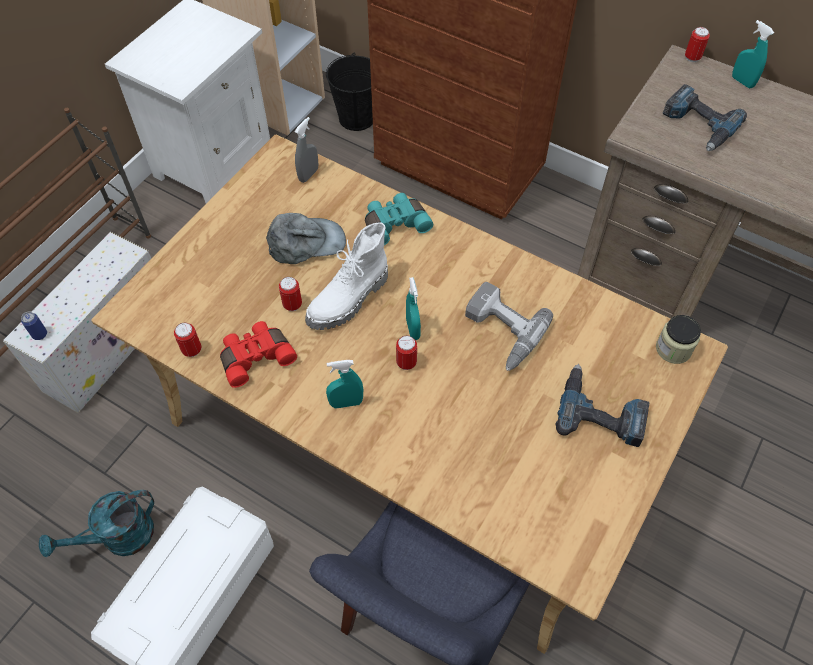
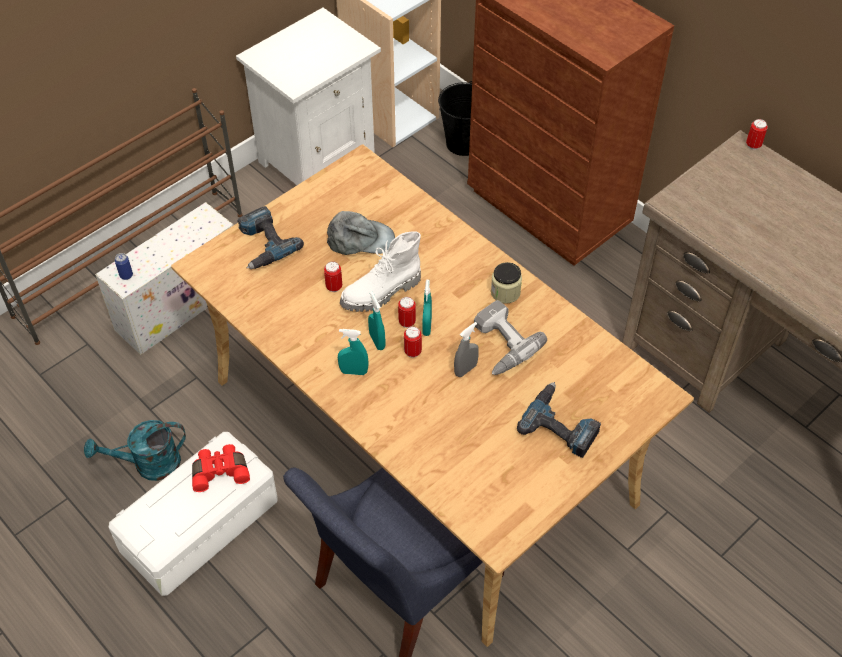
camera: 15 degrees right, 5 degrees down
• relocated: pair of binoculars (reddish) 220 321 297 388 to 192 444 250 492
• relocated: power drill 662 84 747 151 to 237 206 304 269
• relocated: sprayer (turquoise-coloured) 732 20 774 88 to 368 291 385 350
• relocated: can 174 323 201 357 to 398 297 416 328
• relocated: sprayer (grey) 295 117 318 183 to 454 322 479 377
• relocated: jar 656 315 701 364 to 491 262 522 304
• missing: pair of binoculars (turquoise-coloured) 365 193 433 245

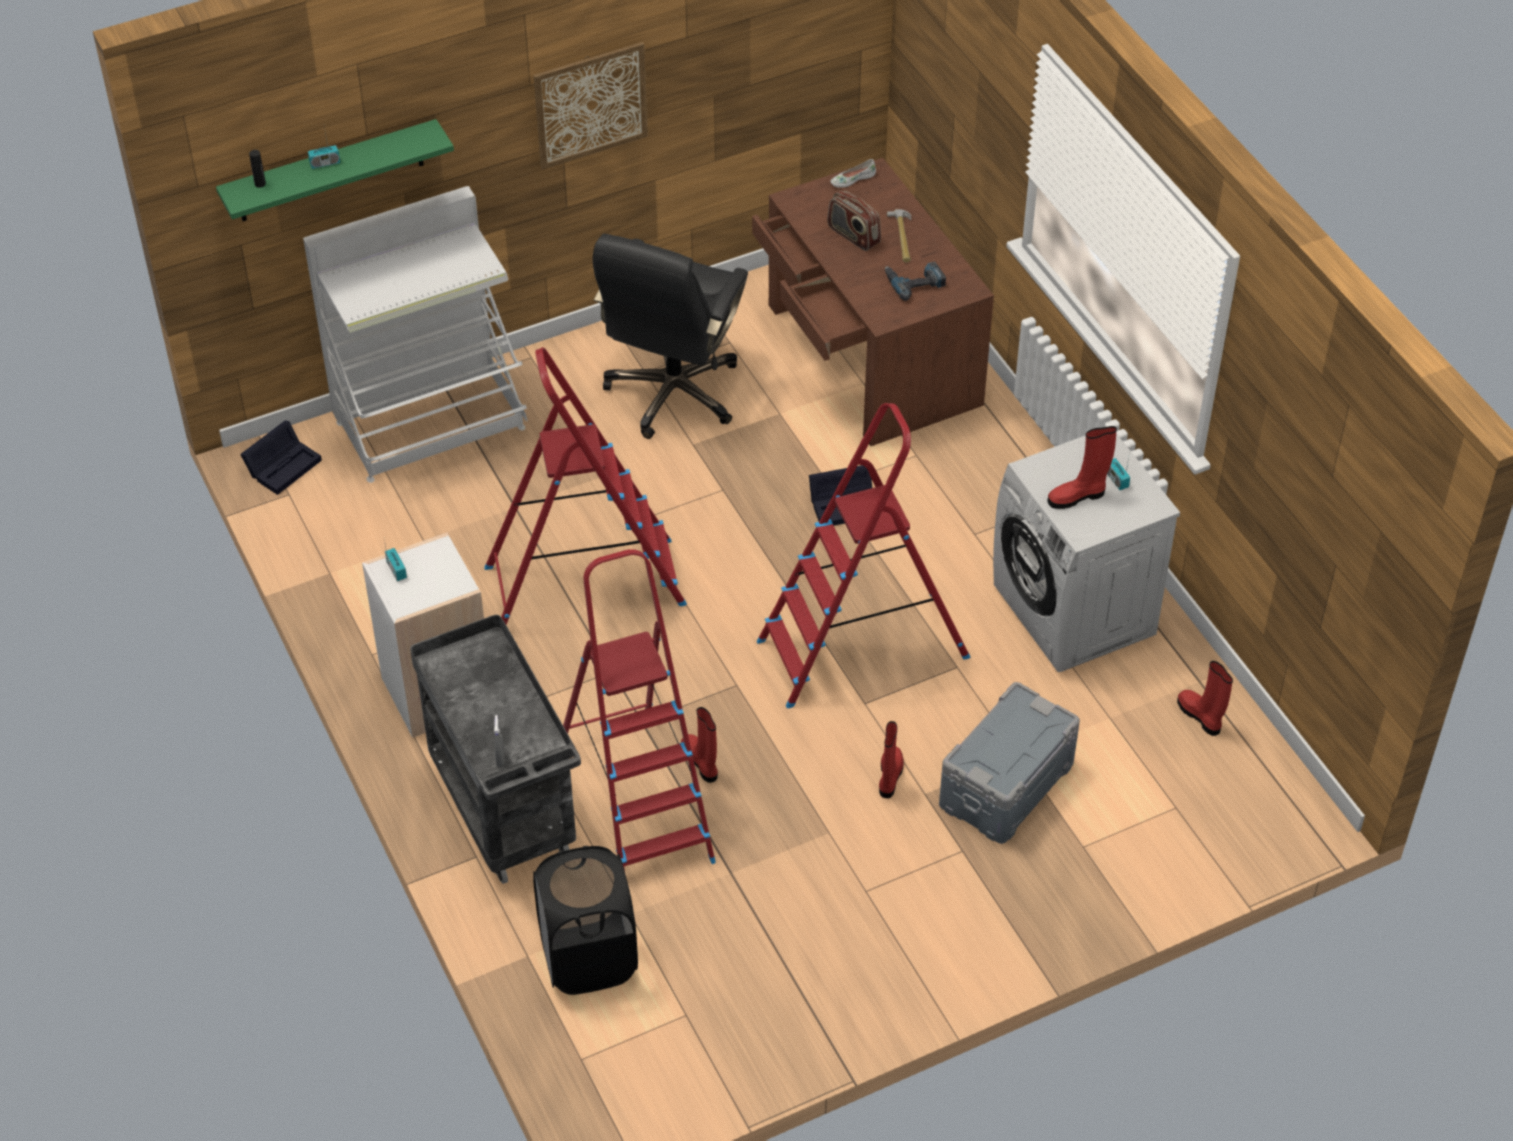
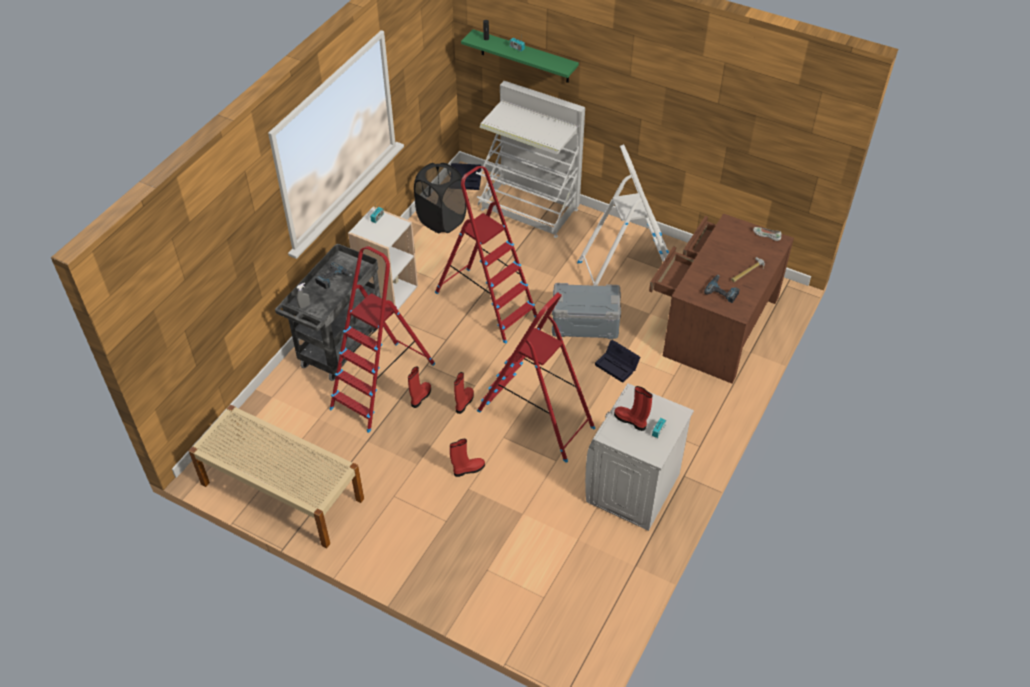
camera: 55 degrees right, 0 degrees up
• appeared: indoor bench (sand-coloured) 189 404 364 548
• appeared: power drill 315 262 353 289
• relocated: washing basket (black-coloured) 533 846 638 995 to 414 163 466 233
• relocated: high-top boot (reddish) 1177 661 1233 736 to 454 372 474 414
• relocated: storage box (grey) 939 682 1080 844 to 552 283 621 339
• exchanged: computer chair (black-coloured) 593 234 748 439 to step ladder (whitish) 577 144 669 286
• missing: wall art 534 42 648 170
• missing: radio 827 191 881 251

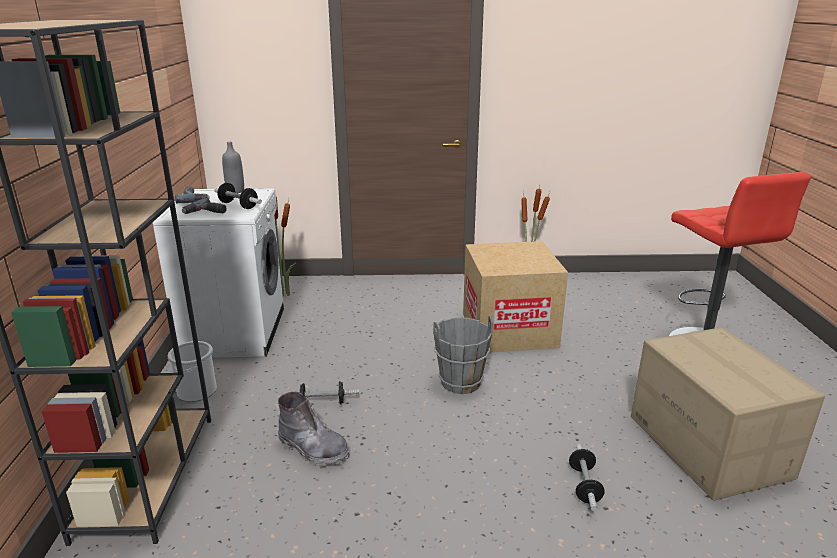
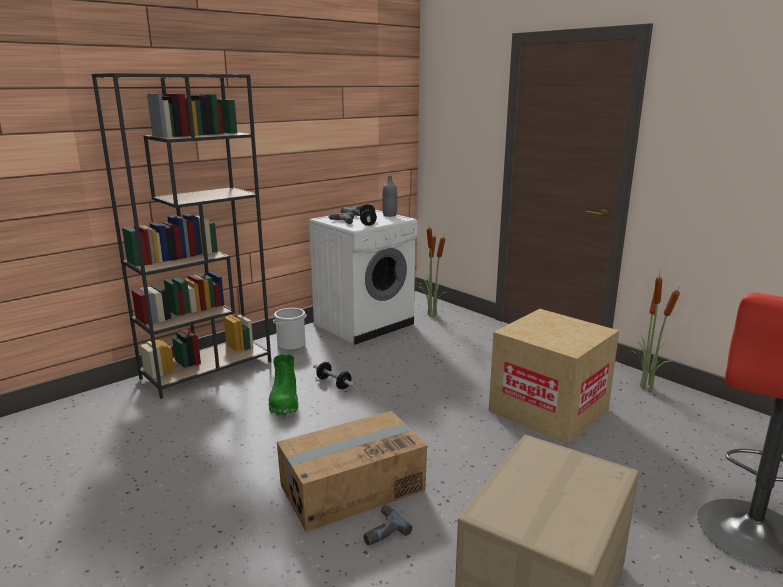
camera: 50 degrees right, 5 degrees down
• colour: high-top boot (grey) 278 392 349 467 to high-top boot (greenish) 268 354 298 416
• appeared: cardboard box 277 411 427 532
• exchanged: dumbbell 569 444 605 511 to power drill 364 505 413 545
• missing: pail (grey) 433 316 493 394

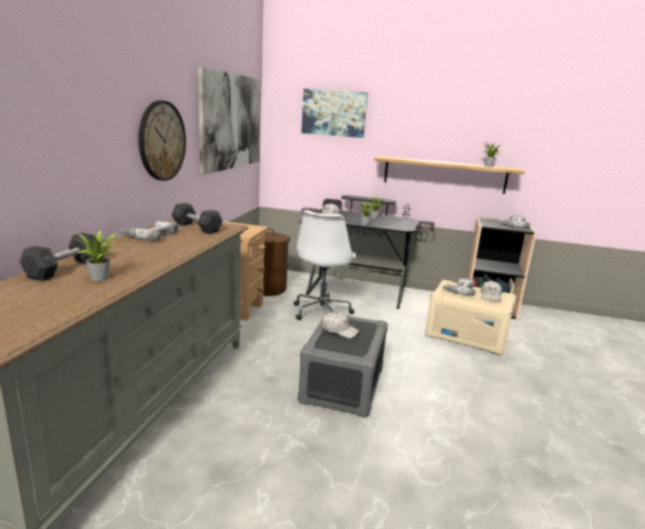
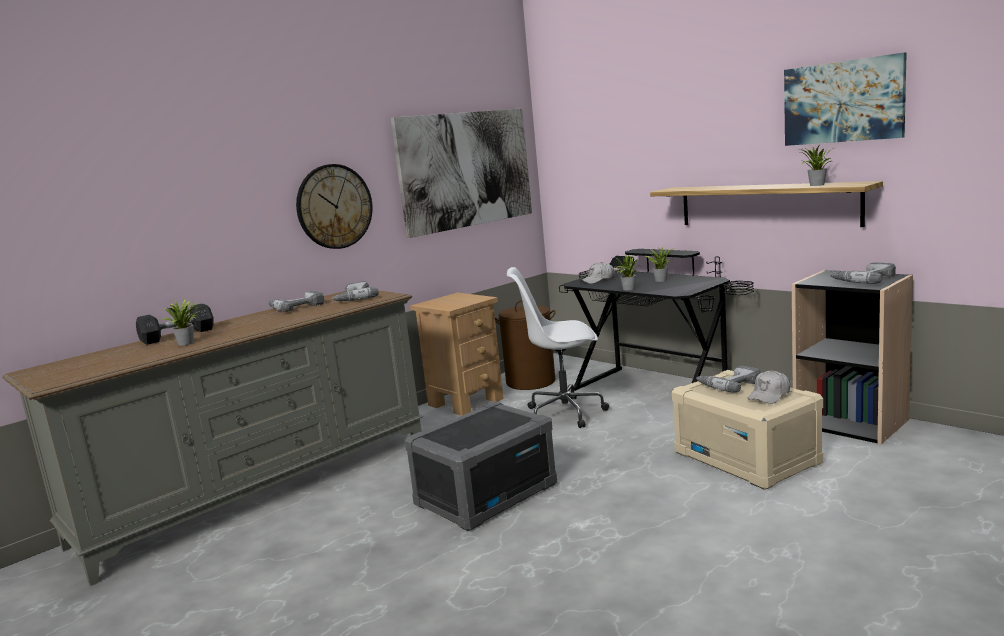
camera: 35 degrees right, 5 degrees down
• exchanged: dumbbell (grey) 172 203 223 234 to power drill 332 281 379 301
• spun: computer chair (whitish) 293 210 356 320 = 507 267 609 428 45 degrees clockwise
• relocated: wall art 301 89 368 138 to 784 52 907 146
• missing: peaked cap (whitish) 321 312 359 338

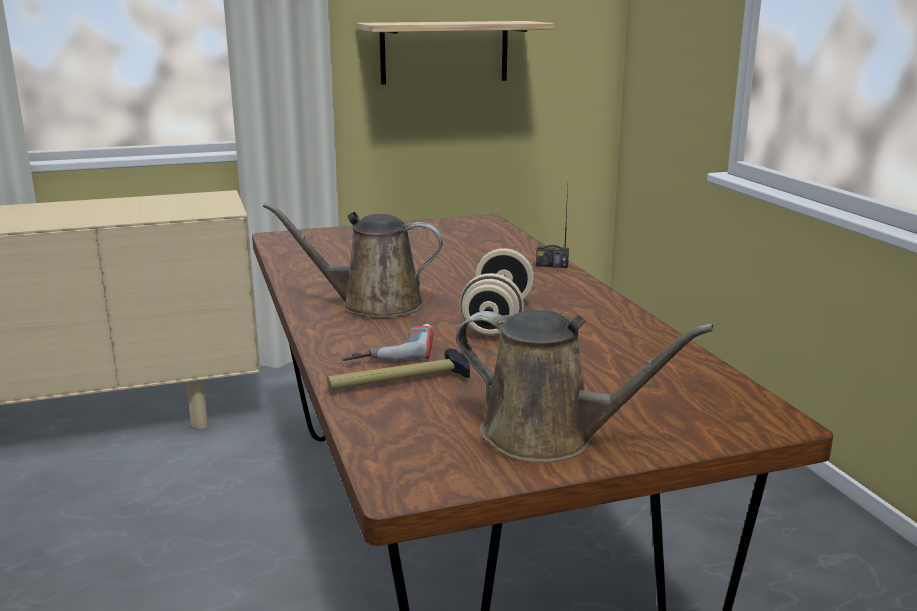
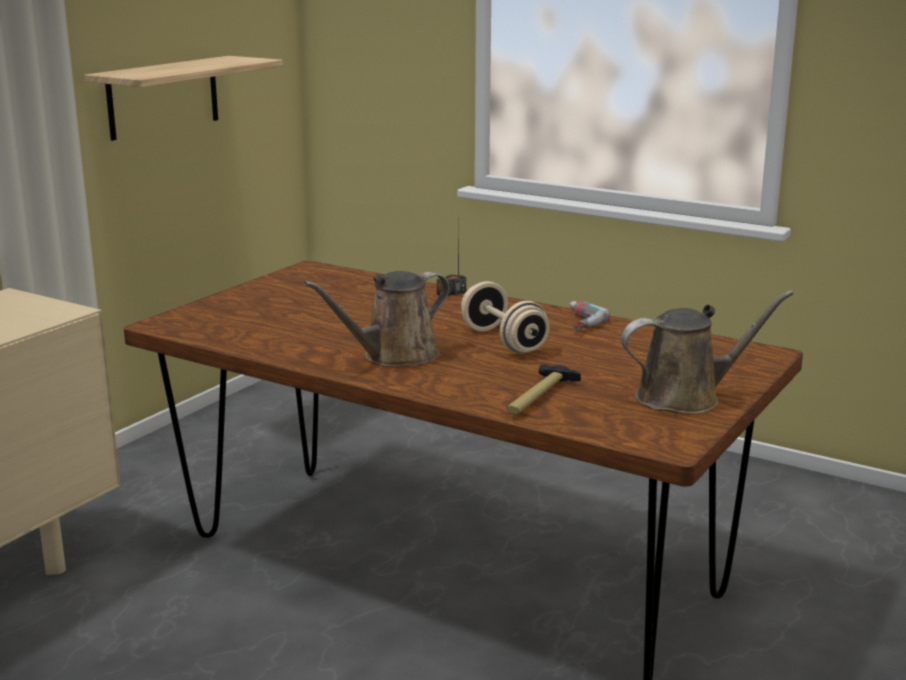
camera: 40 degrees left, 0 degrees up
• relocated: power drill 342 324 434 361 to 569 301 610 333

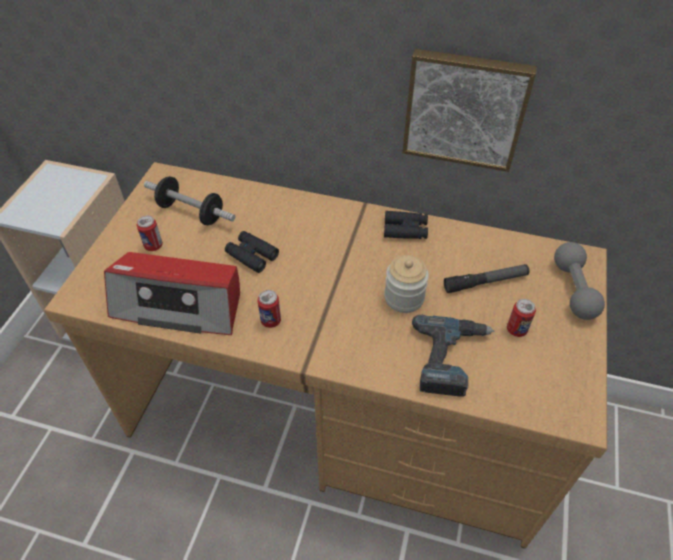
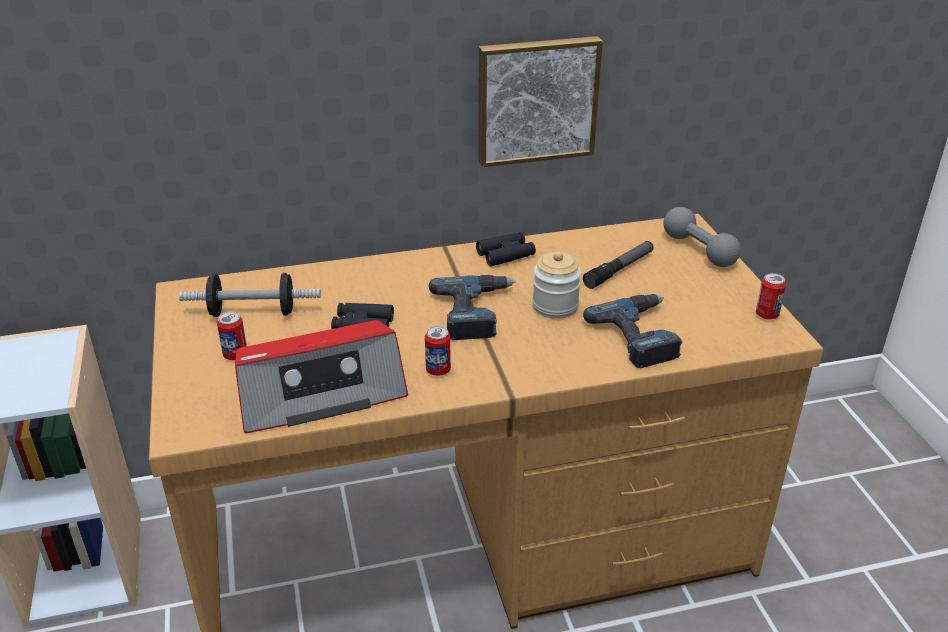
camera: 30 degrees left, 15 degrees down
• appeared: power drill 429 275 516 340
• relocated: can 507 299 536 337 to 756 273 786 320

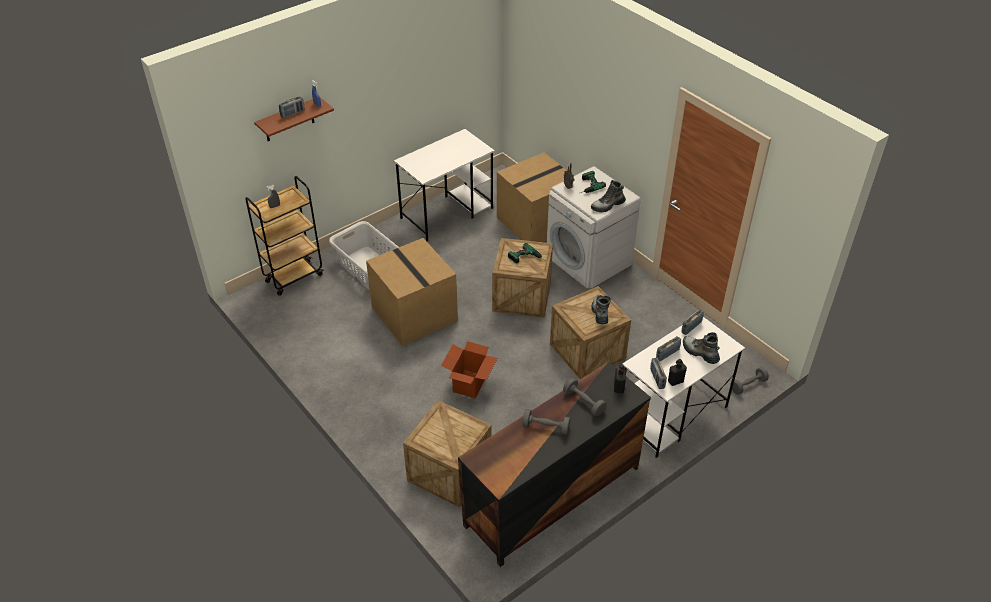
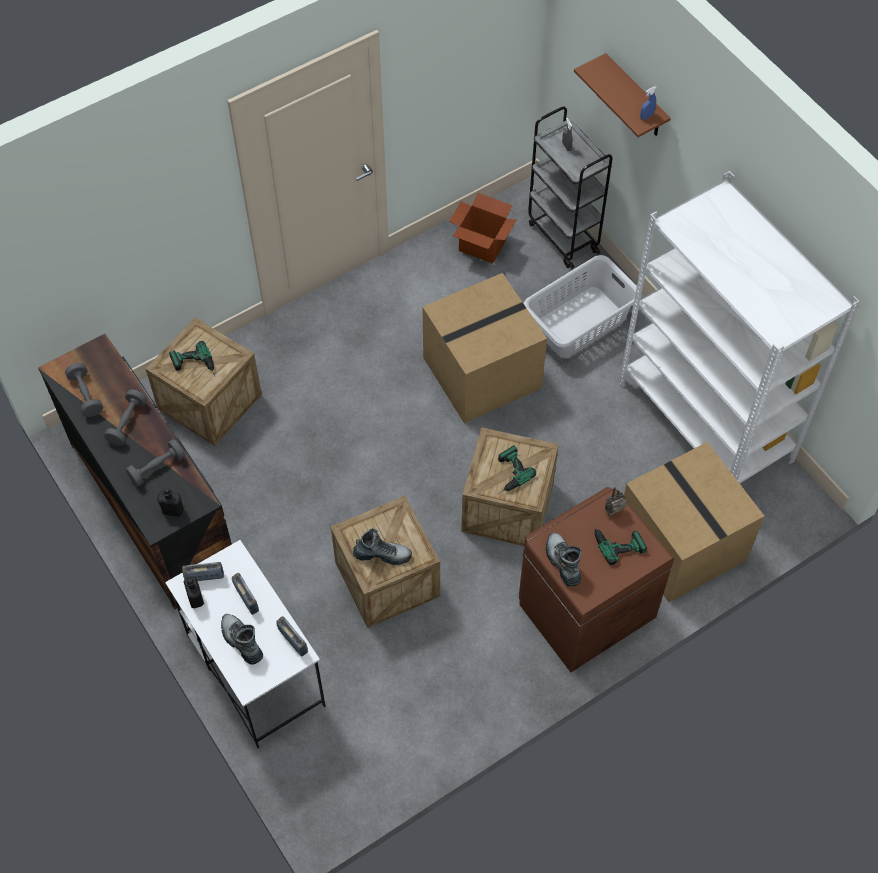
camera: 95 degrees right, 15 degrees up
• relocated: dumbbell (grey) 732 367 769 395 to 65 363 103 417
• appeared: power drill 169 341 215 376
• spun: high-top boot 683 332 720 364 = 221 614 263 665 90 degrees counterclockwise
• relocated: cardboard box 441 341 497 399 to 449 193 517 264
• colour: laundry appliance (whitish) 547 166 641 288 to laundry appliance (brown-coloured) 519 487 674 672
• colour: trolley (brown-coloured) 245 176 324 296 to trolley (grey) 528 107 612 269
• exchanged: desk table (whitish) 394 129 495 241 to bookshelf (whitish) 619 171 859 483
• missing: radio 279 96 305 118

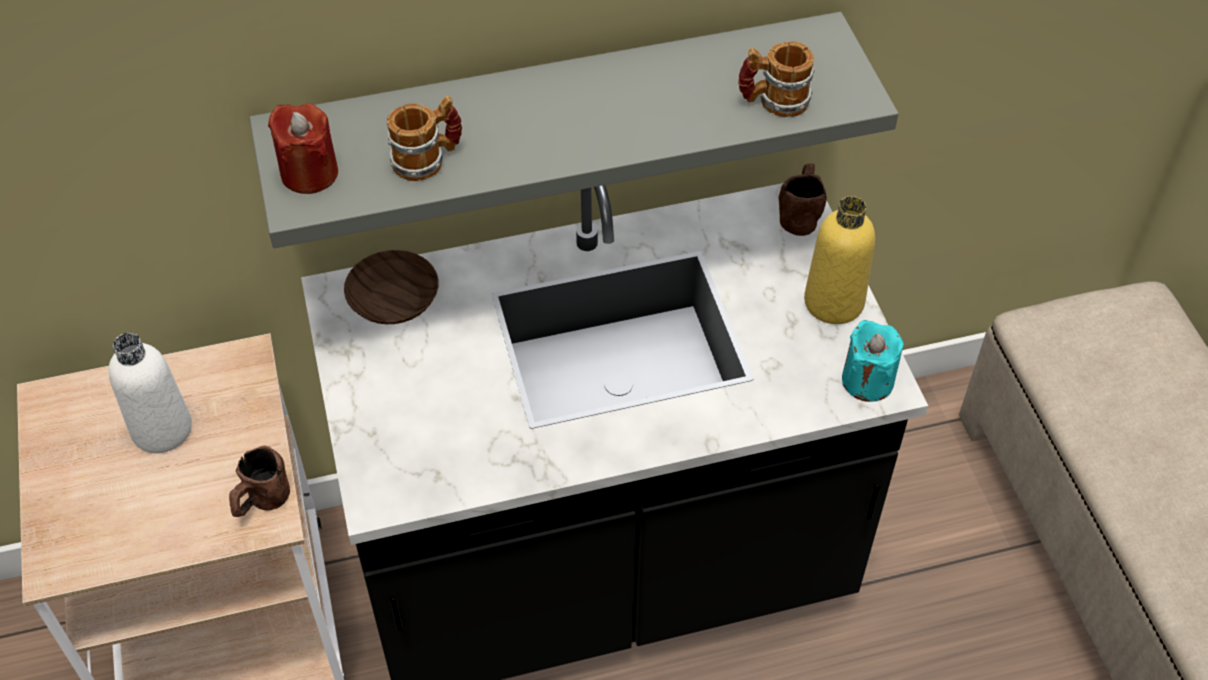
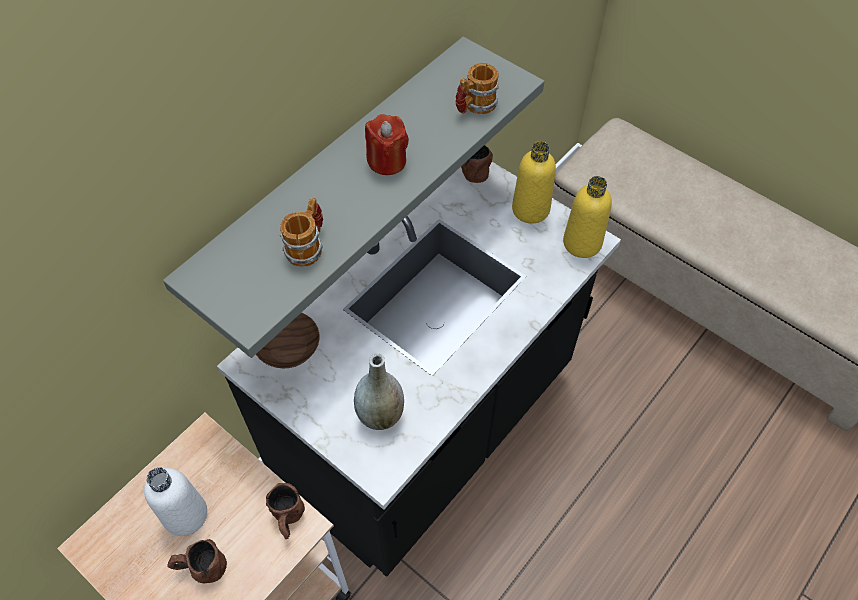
camera: 35 degrees left, 5 degrees up
• appeared: tea mug (brown-coloured) 167 539 227 583
• appeared: flower vase (grey) 354 353 404 430
• relocated: candle (reddish) 268 103 338 194 to 365 114 409 175
• exchanged: candle (turquoise-coloured) 842 320 904 402 to beverage bottle (yellow-coloured) 563 176 612 258

